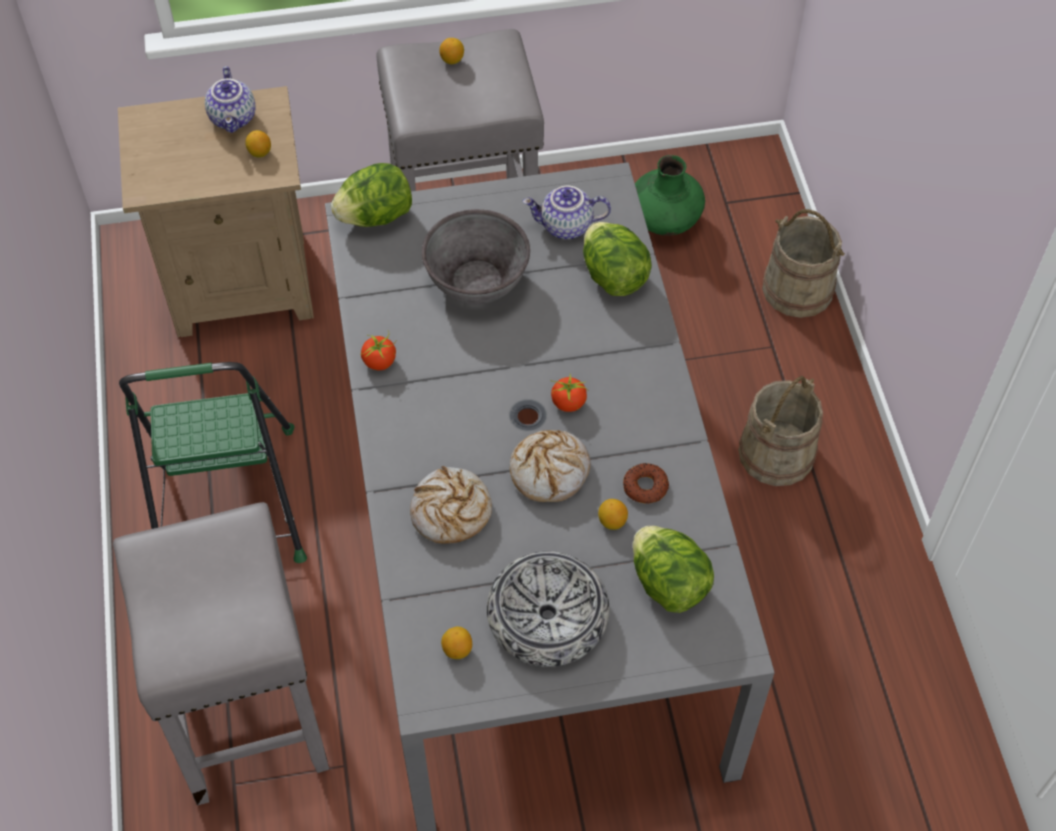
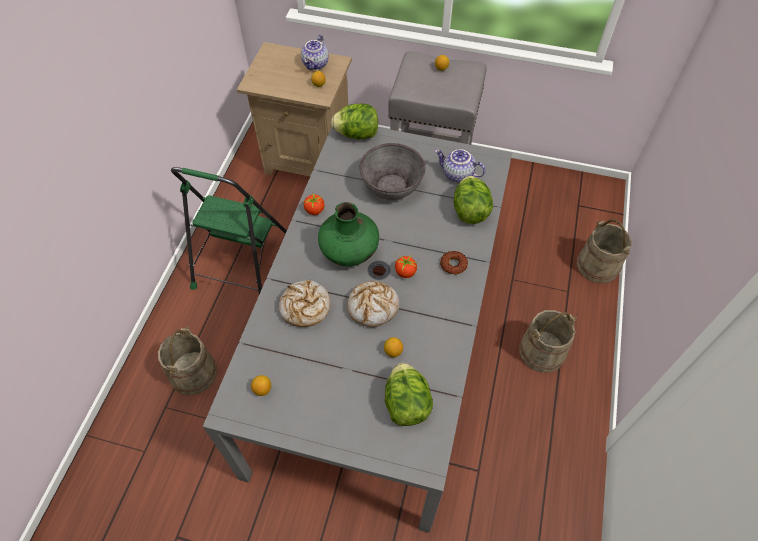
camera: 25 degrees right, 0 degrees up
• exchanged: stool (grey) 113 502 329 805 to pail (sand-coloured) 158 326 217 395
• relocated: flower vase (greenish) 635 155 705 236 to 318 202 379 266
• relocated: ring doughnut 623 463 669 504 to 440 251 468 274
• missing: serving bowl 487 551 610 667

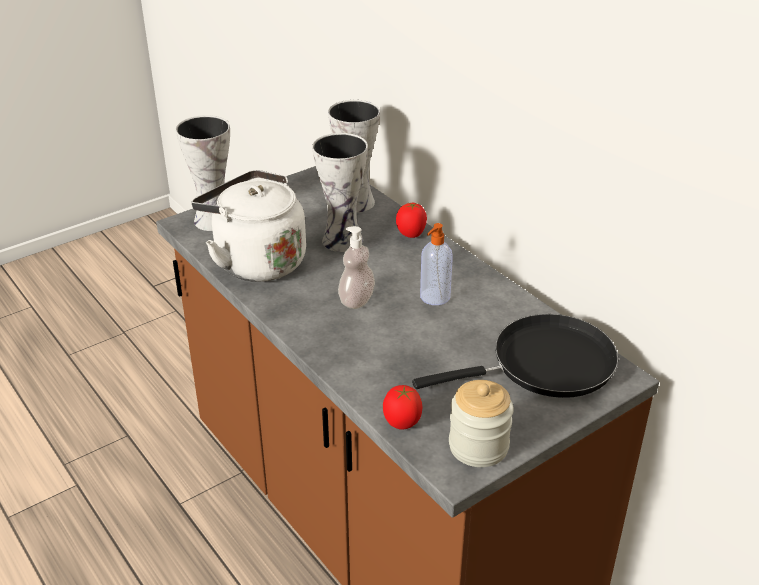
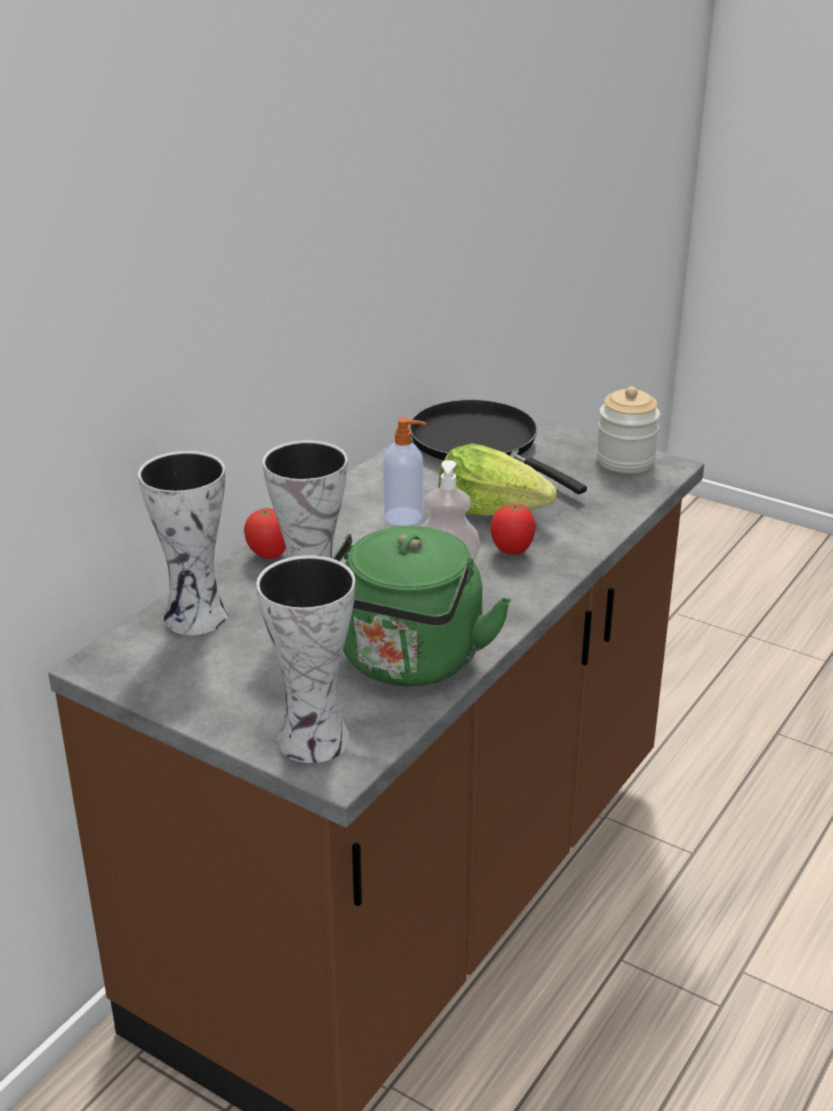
camera: 110 degrees left, 5 degrees down
• colour: water kettle (whitish) 192 170 306 282 to water kettle (greenish) 332 526 511 686
• appeared: lettuce head 438 443 557 516
• relocated: whole tomato 383 385 422 430 to 490 504 536 555

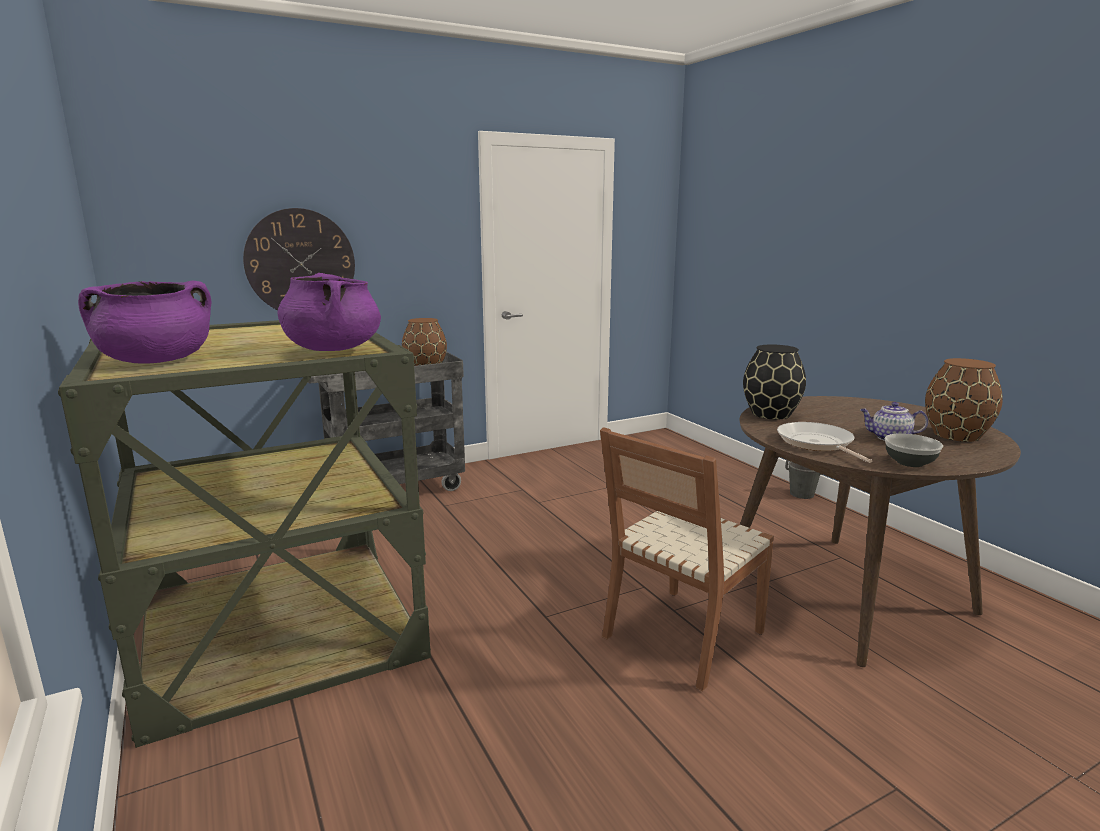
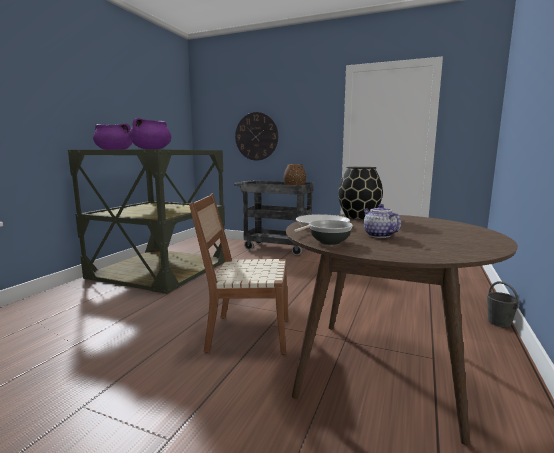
camera: 50 degrees right, 5 degrees down
• missing: flower vase (brown-coloured) 925 358 1003 442

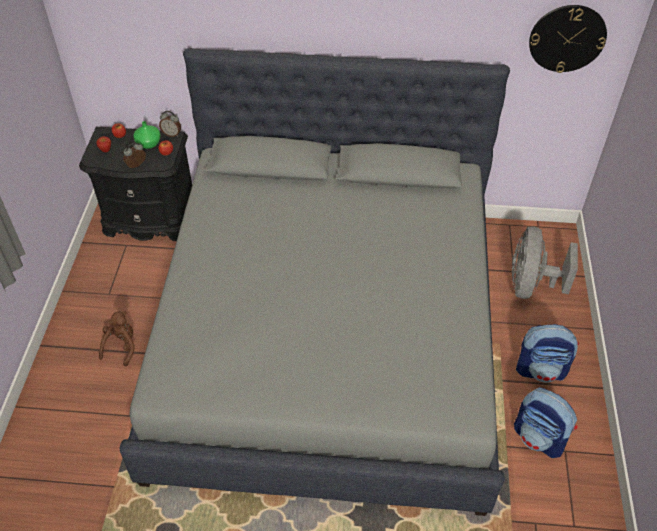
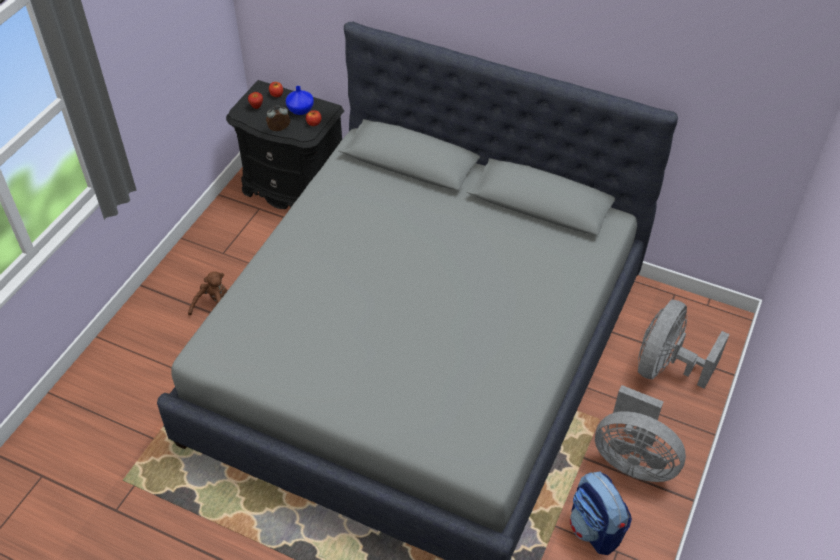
camera: 20 degrees right, 0 degrees up
• colour: flower vase (greenish) 133 121 161 149 to flower vase (bluish) 286 86 314 115
• exchanged: backpack 516 324 579 382 to fan (grey) 595 385 686 482
• missing: alarm clock 159 111 181 137
• missing: clock on the wall 529 5 607 73

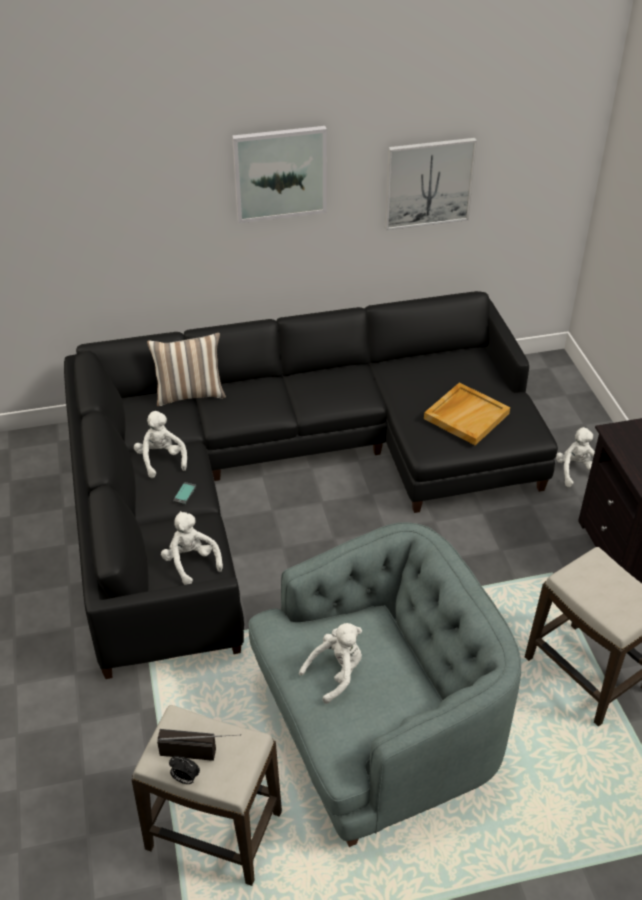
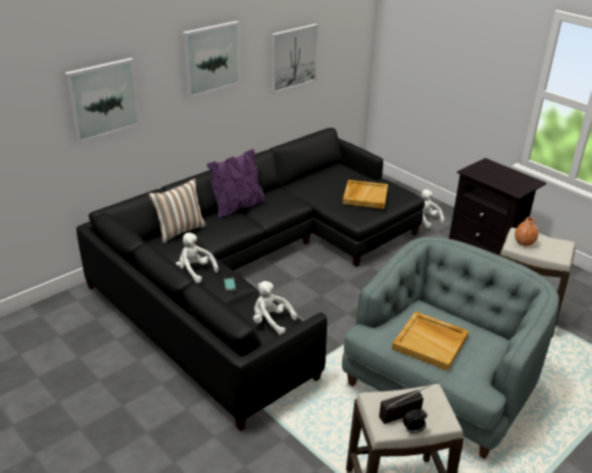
camera: 30 degrees left, 10 degrees down
• appeared: wall art 64 58 141 144
• appeared: pillow (purple) 207 149 265 219
• exchanged: plush toy (whitish) 299 623 362 704 to tray (sand-coloured) 392 311 469 371
• appeared: flower vase (orange) 515 217 538 246

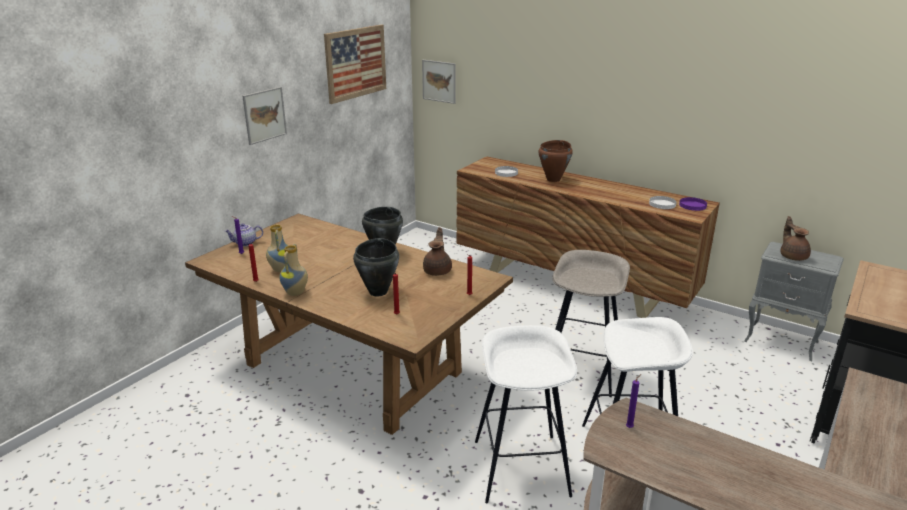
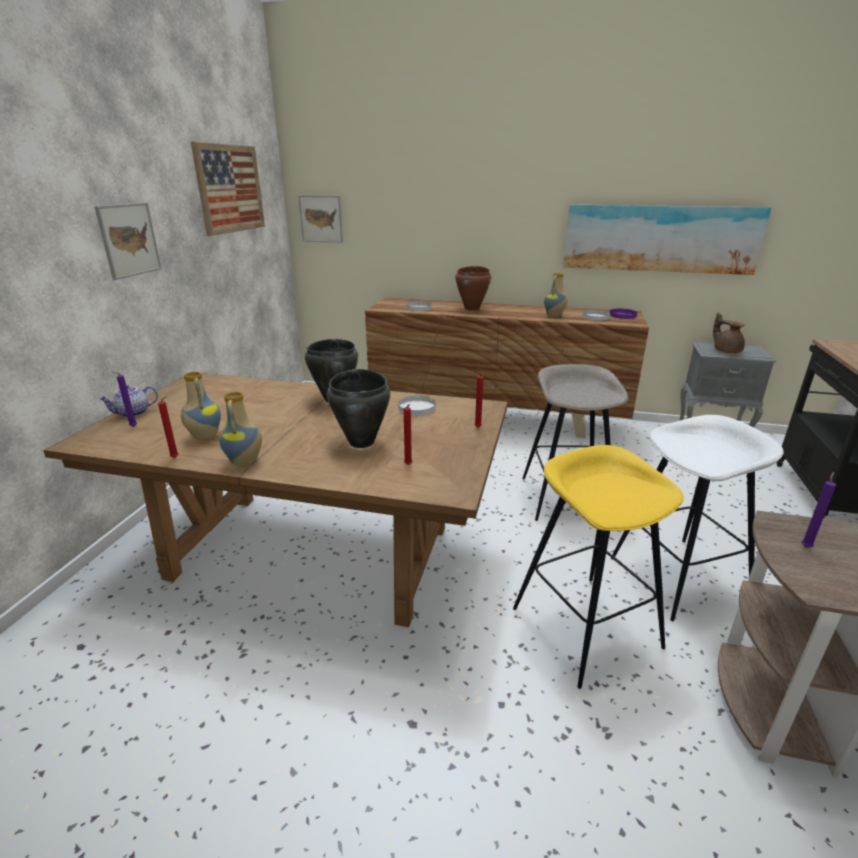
camera: 20 degrees left, 0 degrees up
• exchanged: pot for tea (brown-coloured) 423 227 452 276 to plate (whitish) 398 395 436 416
• colour: stool (whitish) 475 325 577 503 to stool (yellow-coloured) 513 445 684 689
• appeared: flower vase 544 273 567 317
• appeared: wall art 563 205 771 275

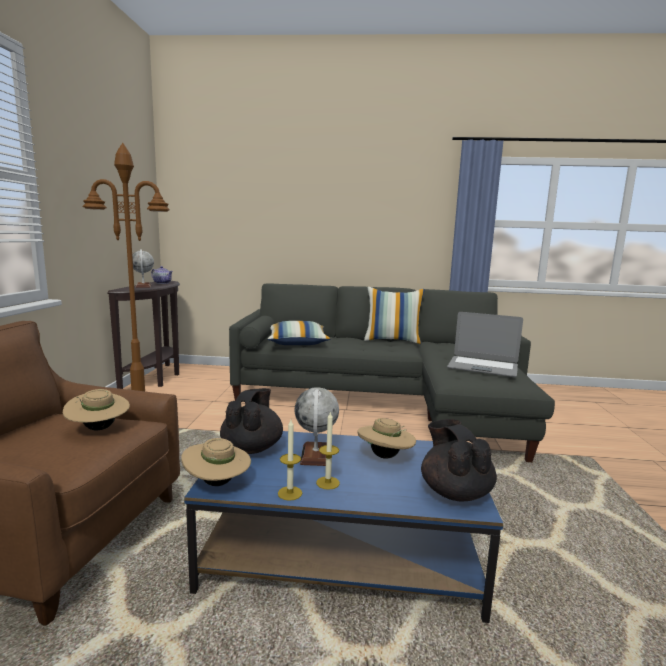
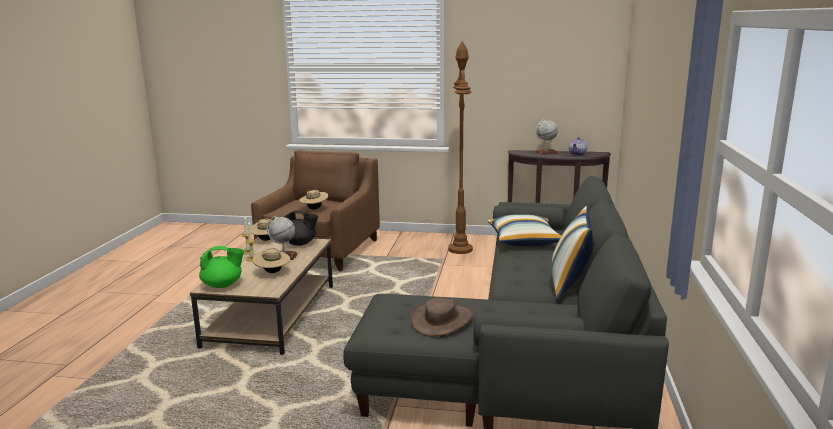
camera: 95 degrees right, 5 degrees up
• colour: low table (bluish) 184 431 503 623 to low table (brown-coloured) 190 237 333 355
• colour: pot for tea (black-coloured) 421 419 497 501 to pot for tea (greenish) 199 246 244 288
• exchanged: portable computer 447 312 523 377 to clothing hat (brown-coloured) 410 297 473 337

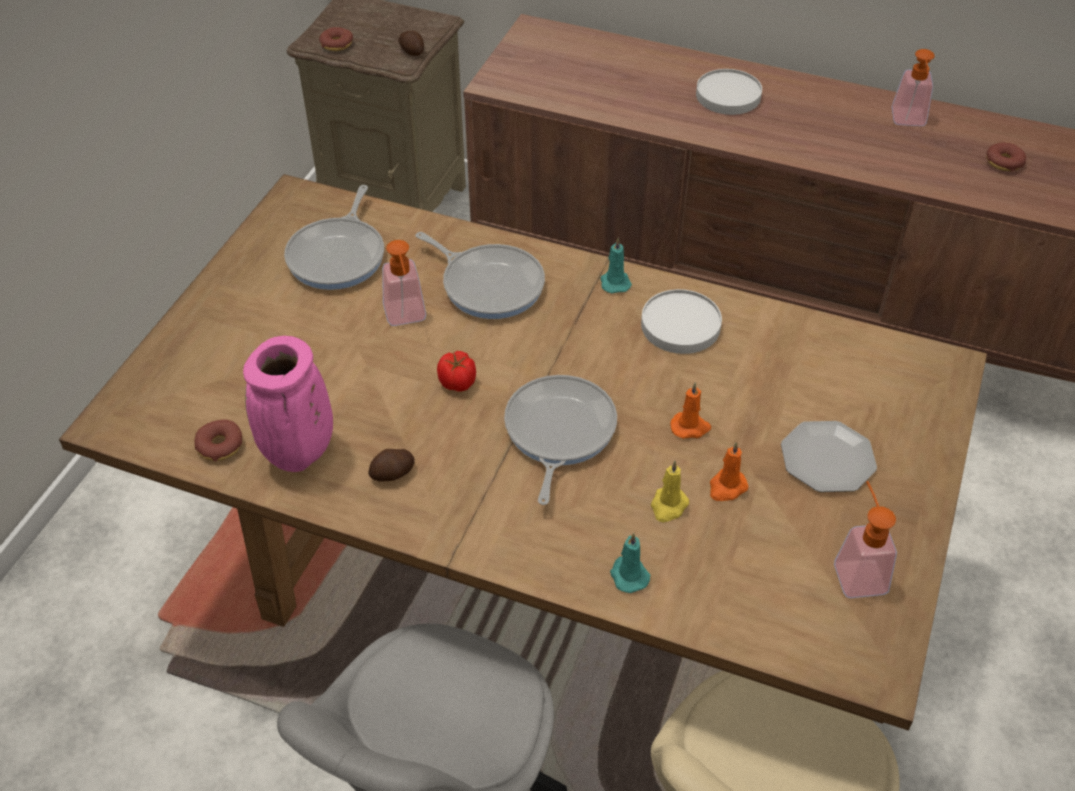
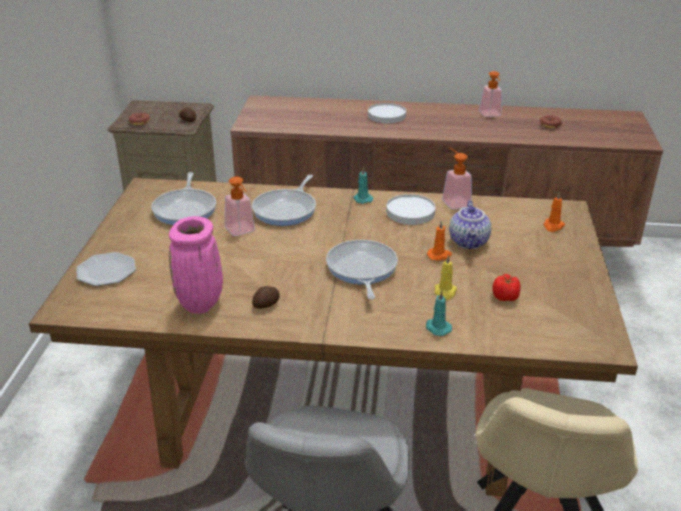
camera: 15 degrees left, 15 degrees down
• relocated: plate 781 421 877 492 to 76 252 136 286
• spun: skillet 415 232 545 319 = 252 175 316 226 90 degrees clockwise
• relocated: soap dispenser 834 481 897 598 to 442 148 472 210
• appeared: pot for tea 449 200 491 249
• relocated: whole tomato 437 351 476 392 to 492 274 521 301
• relocated: candle (orange) 710 442 749 501 to 543 191 565 232
• missing: ring doughnut 194 419 242 461

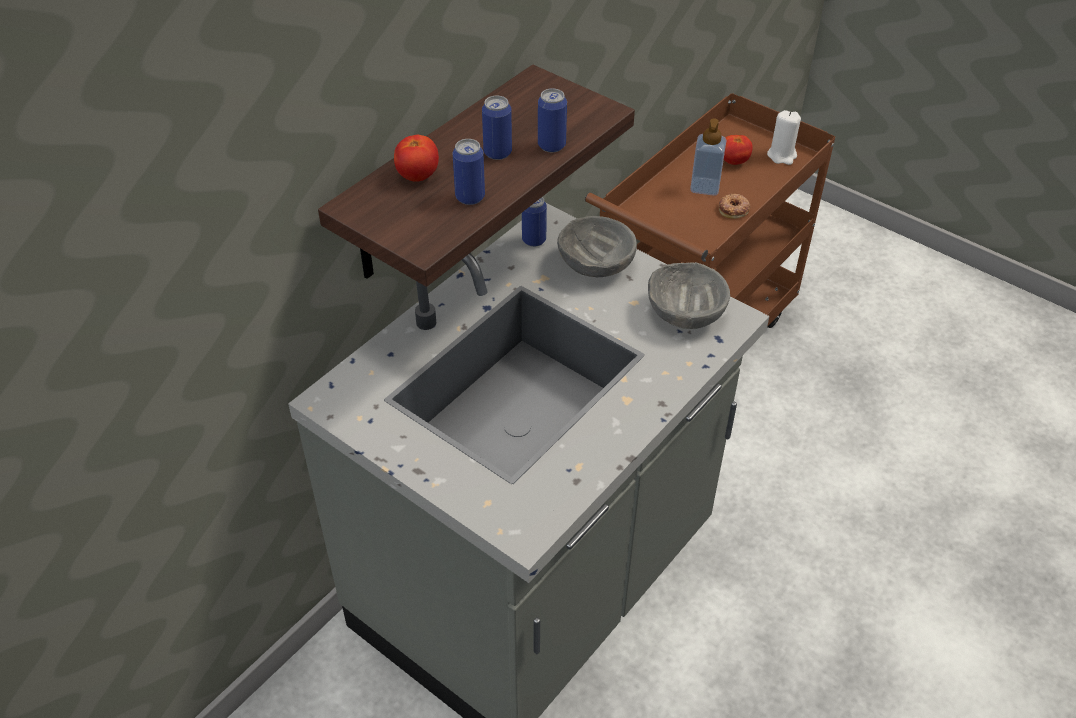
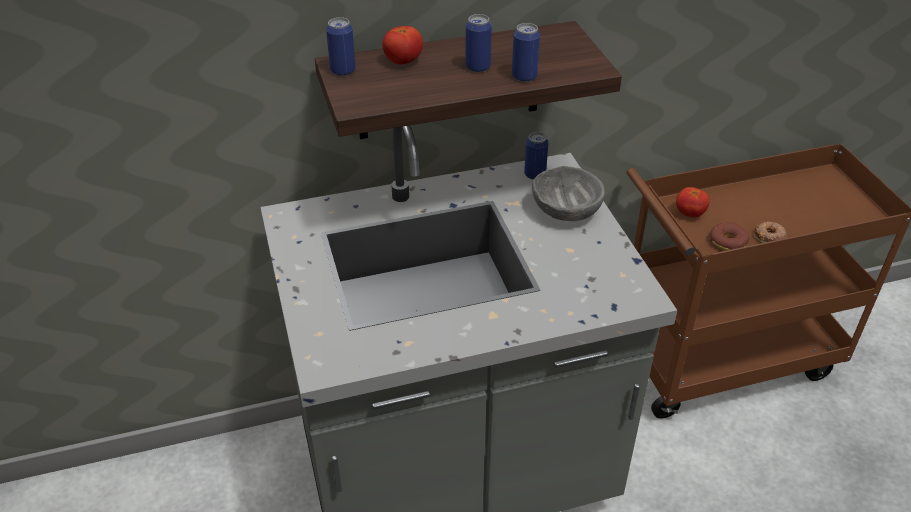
camera: 35 degrees right, 5 degrees down
• relocated: can 453 139 485 205 to 326 17 356 76
• relocated: whole tomato 724 135 753 165 to 676 187 709 217
• appeared: ring doughnut 710 222 750 251
• missing: serving bowl (grey) 648 262 730 329
• missing: soap dispenser 690 119 726 196
• missing: candle (whitish) 767 110 801 165

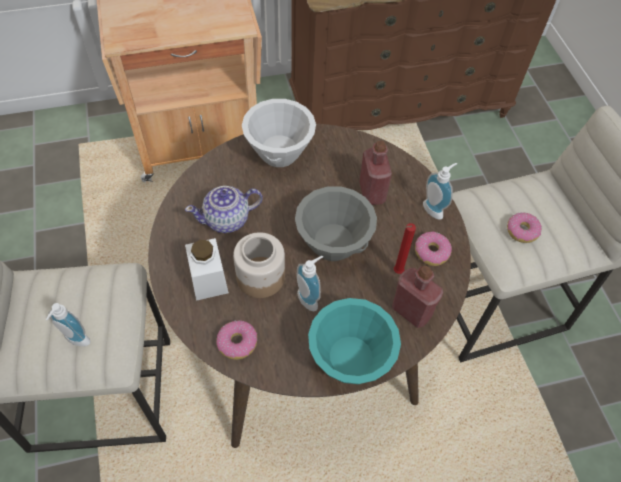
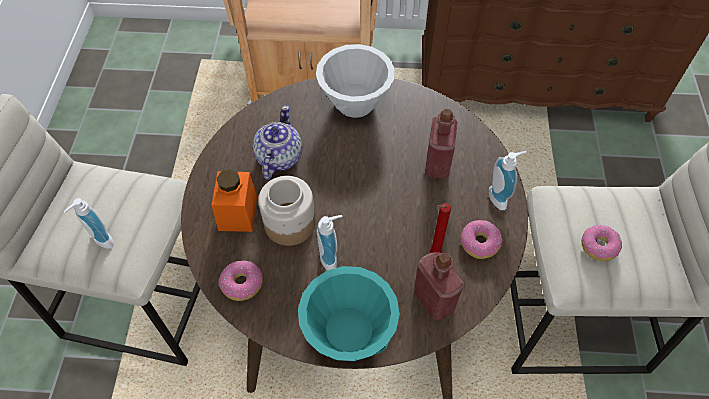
camera: 20 degrees right, 0 degrees up
• colour: jar (whitish) 185 238 229 301 to jar (orange) 211 169 257 232
• spun: pot for tea 185 186 263 233 = 253 105 303 180 105 degrees clockwise
• missing: serving bowl (grey) 295 186 377 261

